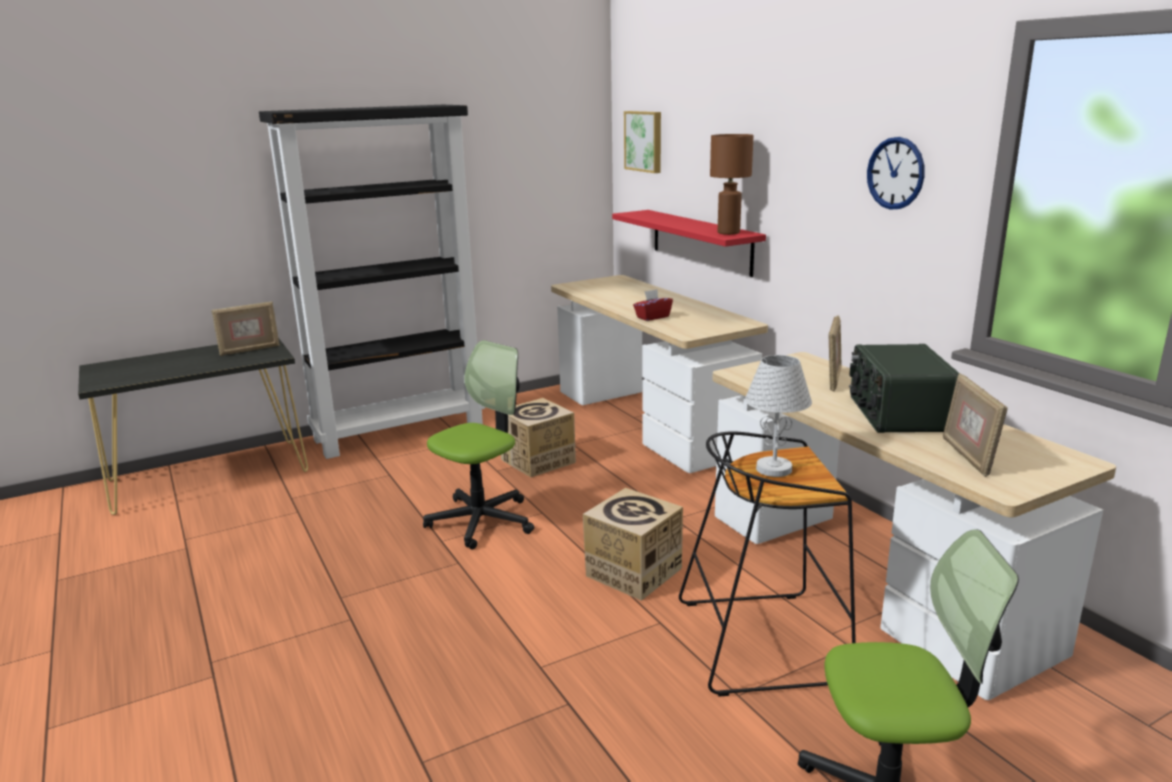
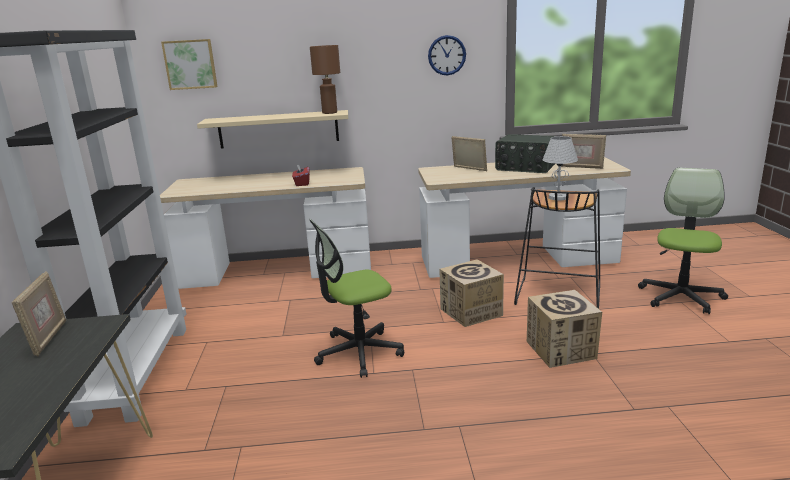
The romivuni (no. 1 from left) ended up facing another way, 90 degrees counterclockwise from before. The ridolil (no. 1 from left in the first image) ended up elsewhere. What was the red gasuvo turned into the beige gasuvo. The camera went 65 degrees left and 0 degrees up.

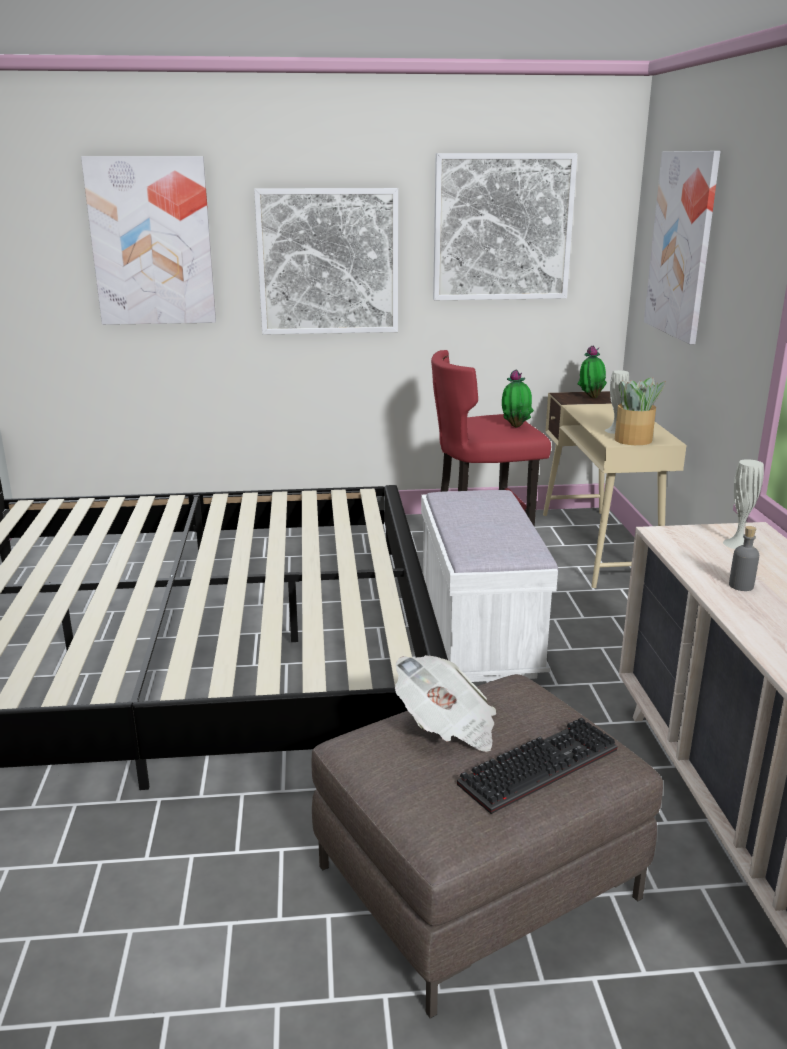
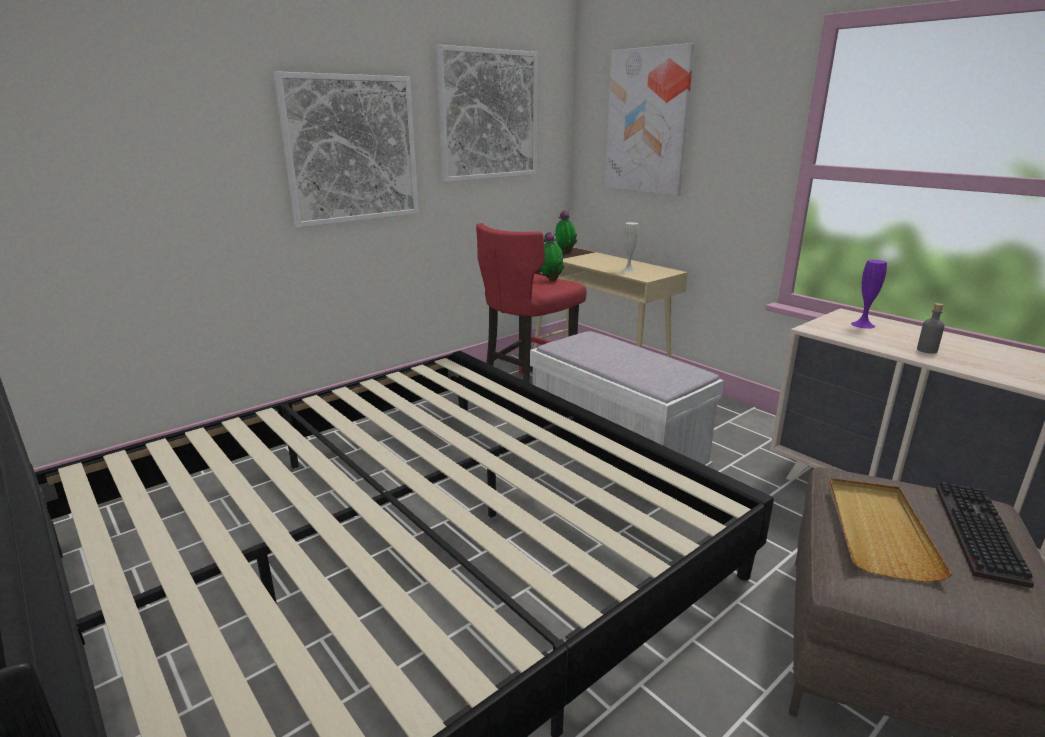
The second view lost the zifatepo (no. 1 from left). Where the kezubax stood, the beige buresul came to stand. The second view lost the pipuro (no. 3 from left). What was the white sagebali (no. 2 from left) turned into the purple sagebali. The camera went 35 degrees left and 0 degrees up.

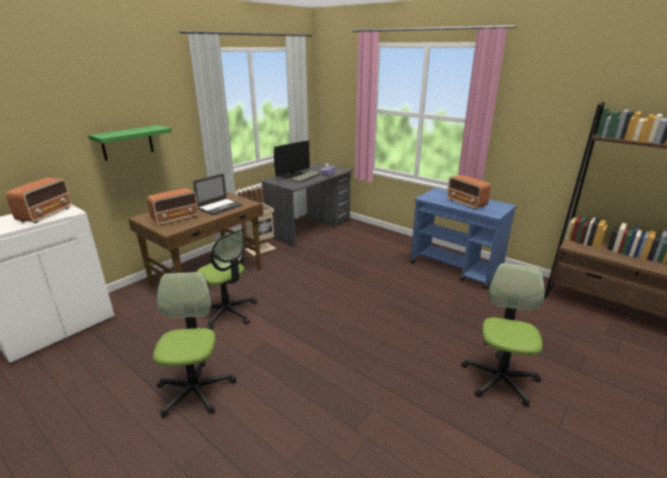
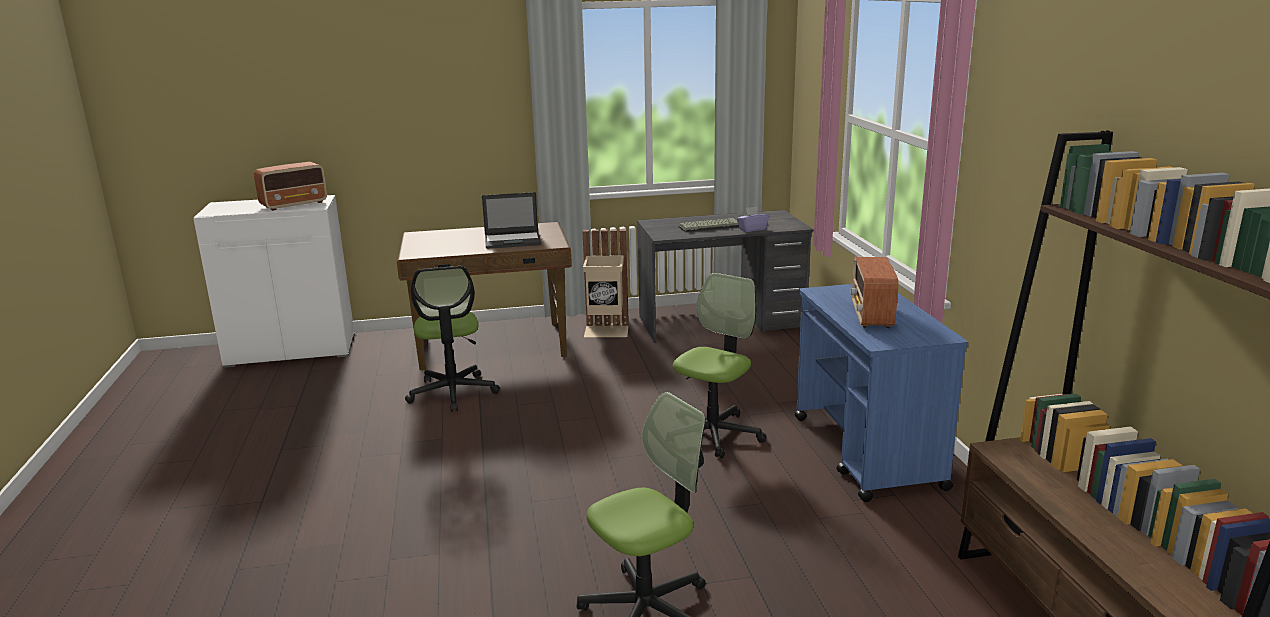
The second view lost the green gasuvo. The second view lost the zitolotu (no. 2 from left). The romivuni (no. 1 from left in the first image) ended up elsewhere. The second view lost the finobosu. The camera went 40 degrees right and 5 degrees down.

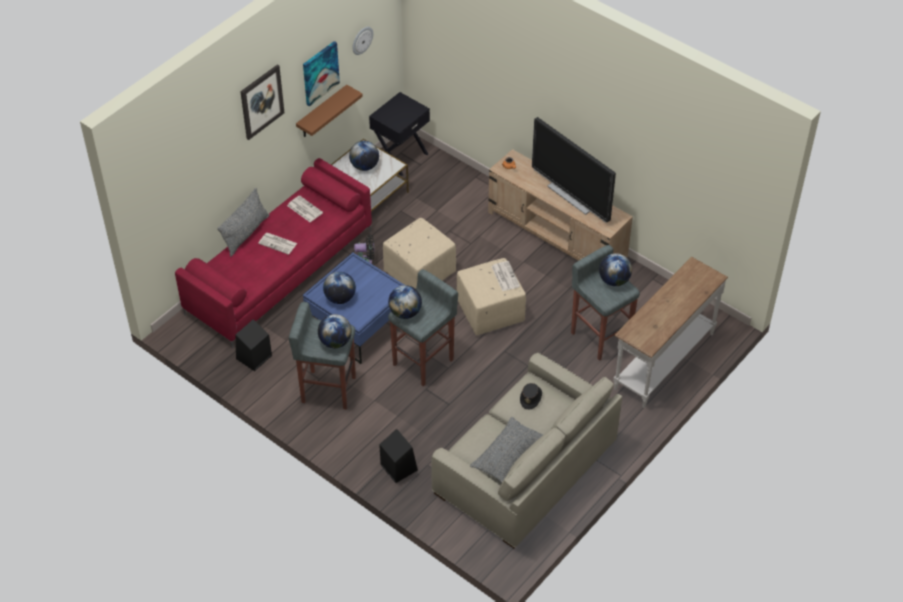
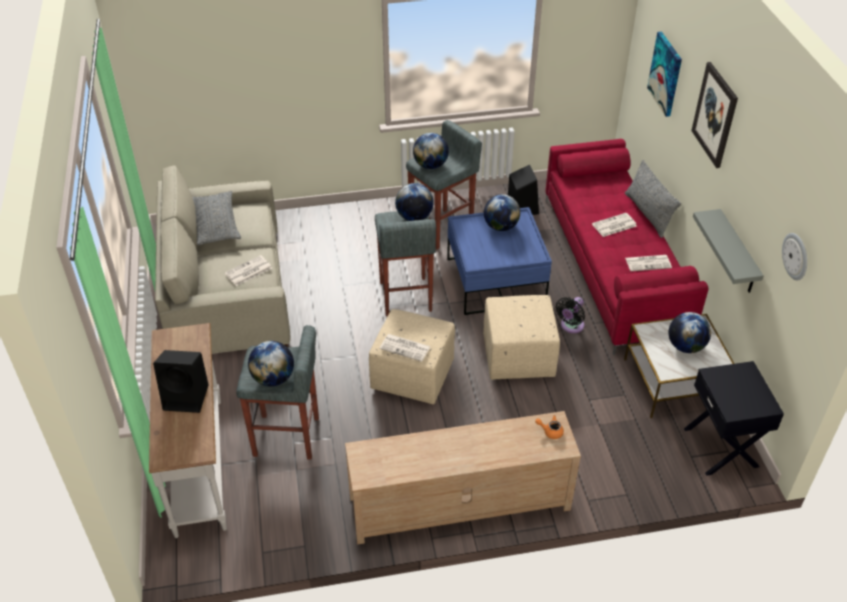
What was the brown gasuvo turned into the grey gasuvo. The zifatepo (no. 2 from left in the first image) ended up elsewhere. The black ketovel (no. 2 from left in the first image) ended up elsewhere. Where the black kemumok stood, the kezubax (no. 1 from left) came to stand. The second view lost the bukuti. The camera went 130 degrees right and 5 degrees down.

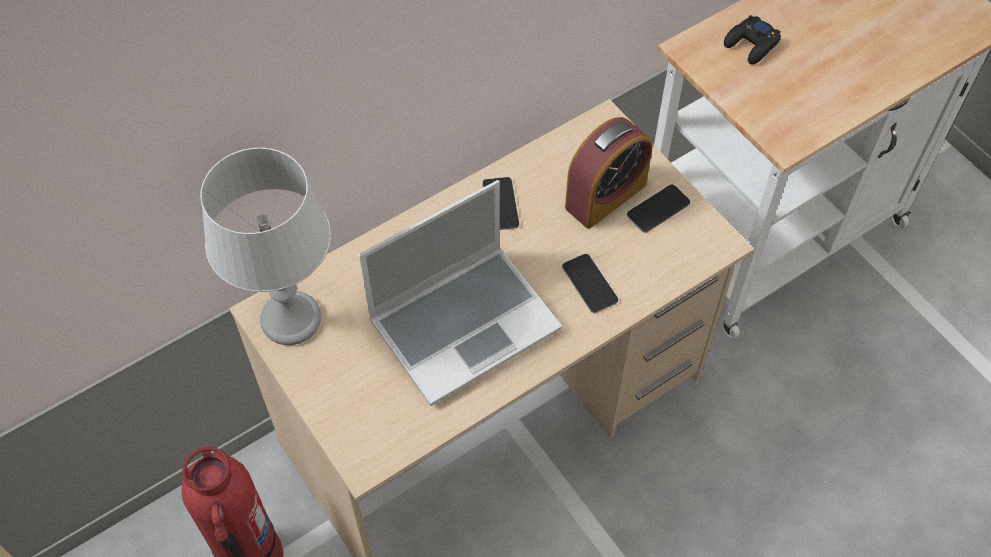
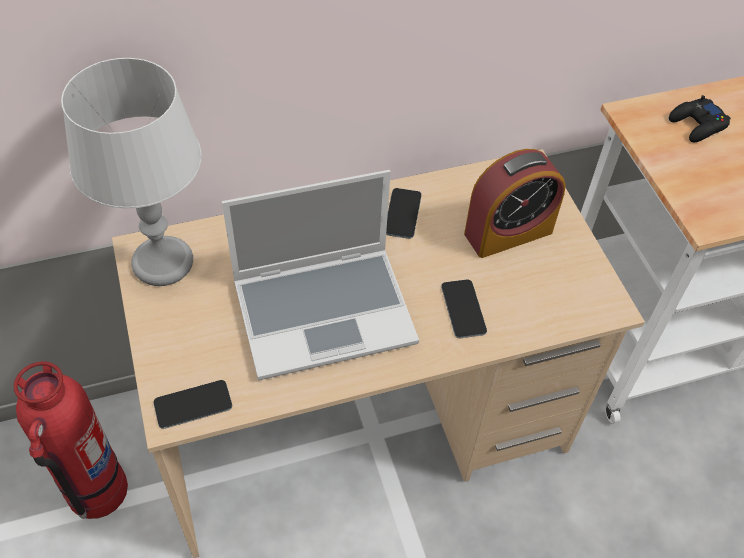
The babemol (no. 3 from left in the first image) ended up elsewhere. The camera went 15 degrees right and 5 degrees down.

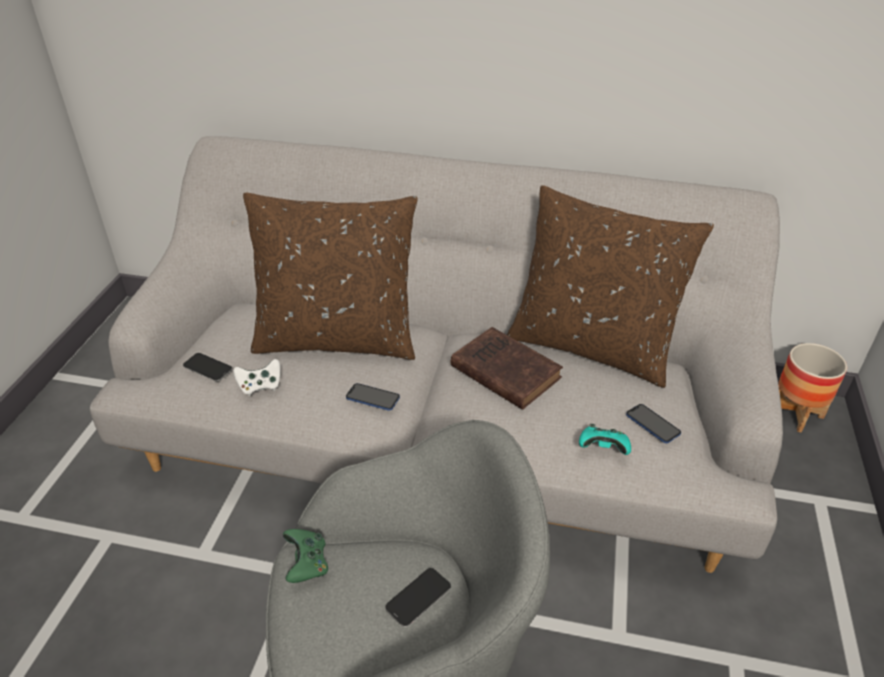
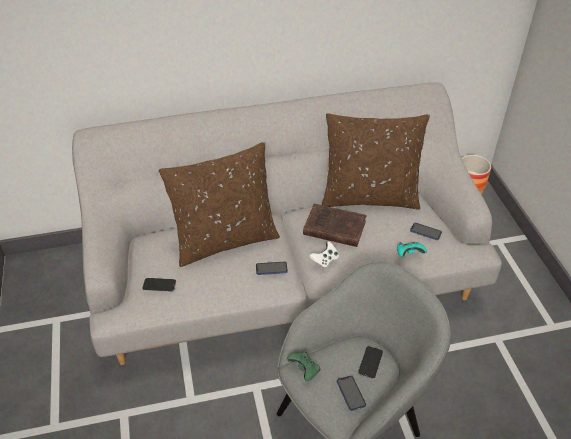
The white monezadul ended up elsewhere. The second view gained the babemol (no. 3 from left). The camera went 25 degrees left and 5 degrees up.

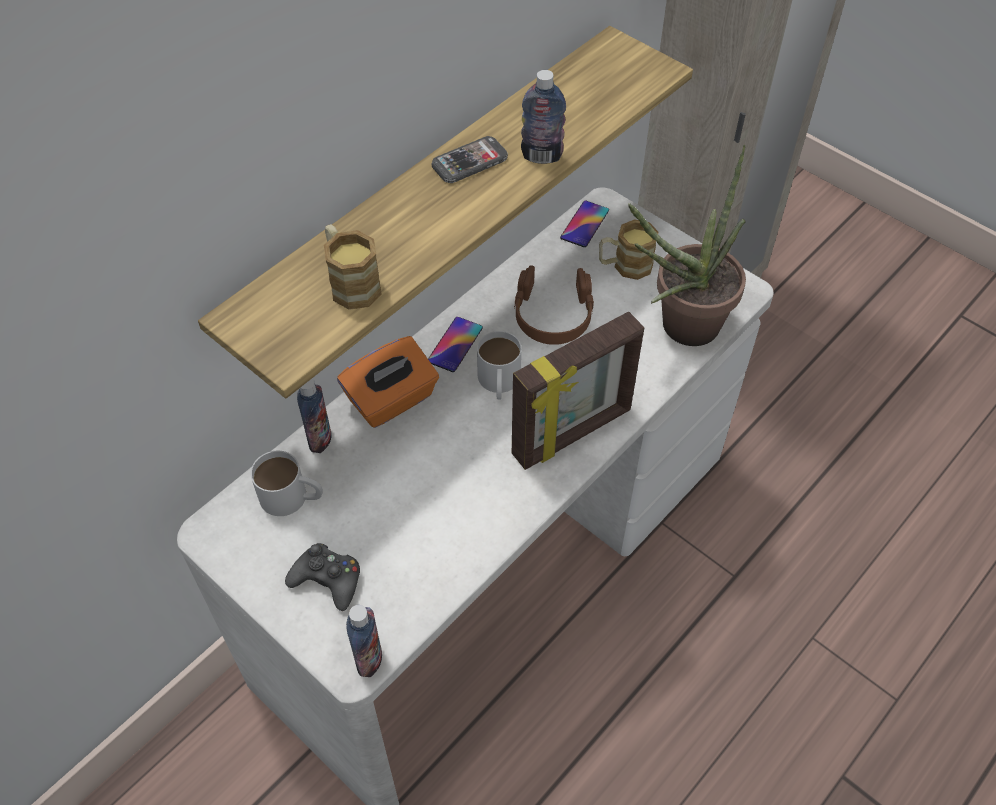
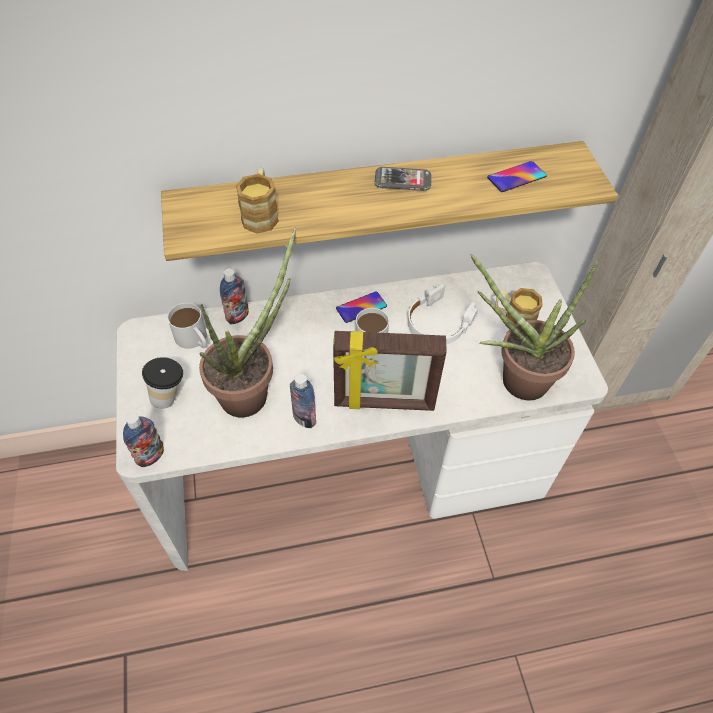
Where the black monezadul stood, the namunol came to stand. The second view lost the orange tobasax. What was the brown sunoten turned into the white sunoten. The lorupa (no. 3 from left) ended up elsewhere. The babemol (no. 3 from left) ended up elsewhere. The second view gained the pipuro (no. 1 from left). The camera went 35 degrees right and 0 degrees up.

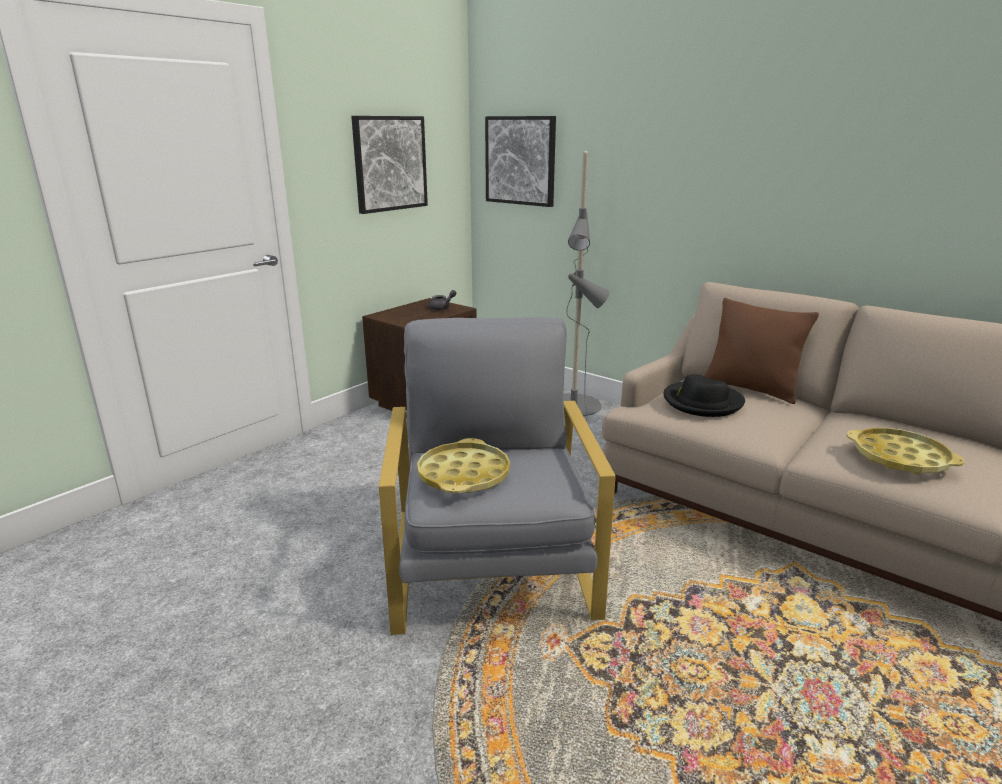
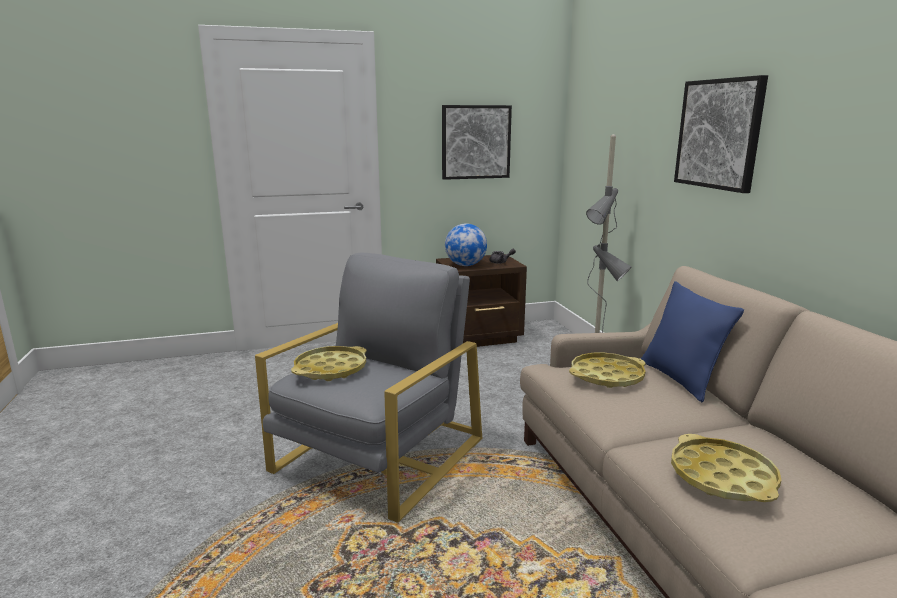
The zifatepo (no. 2 from left) ended up elsewhere. Where the black kemumok stood, the yellow buresul (no. 2 from left) came to stand. What was the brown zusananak turned into the blue zusananak. The second view gained the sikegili. The camera went 35 degrees right and 5 degrees down.

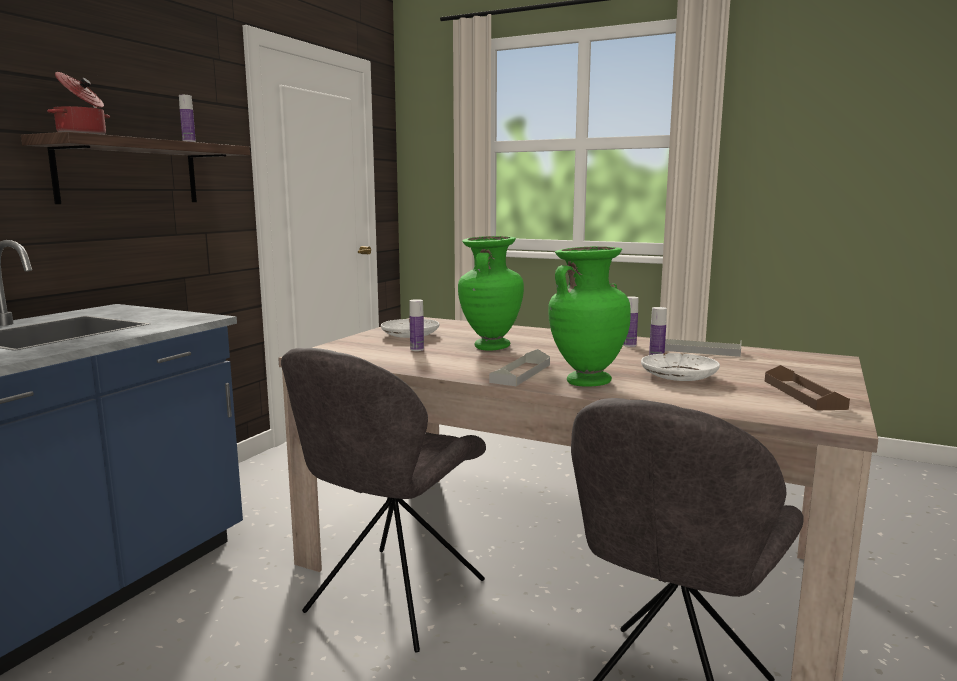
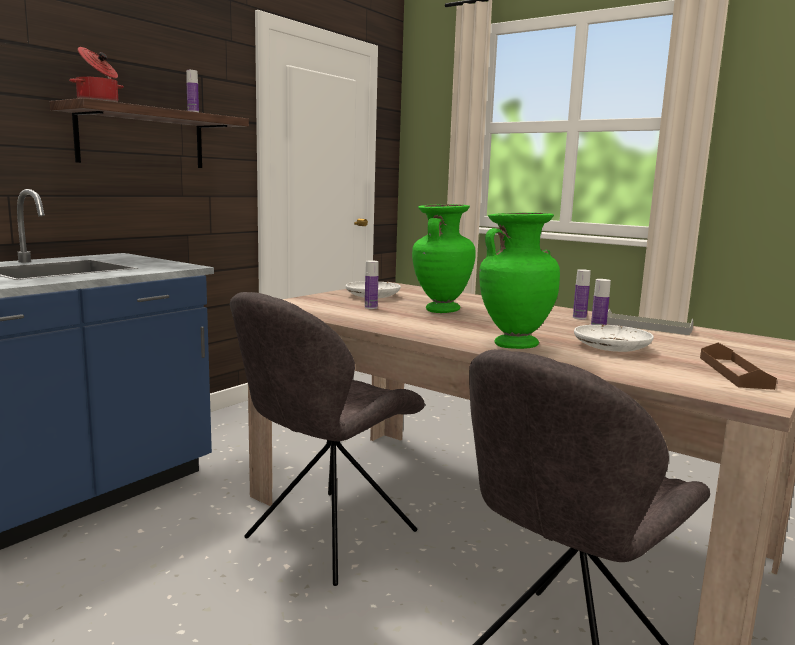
The second view lost the grey buresul (no. 1 from left). The camera went 10 degrees right and 0 degrees up.

